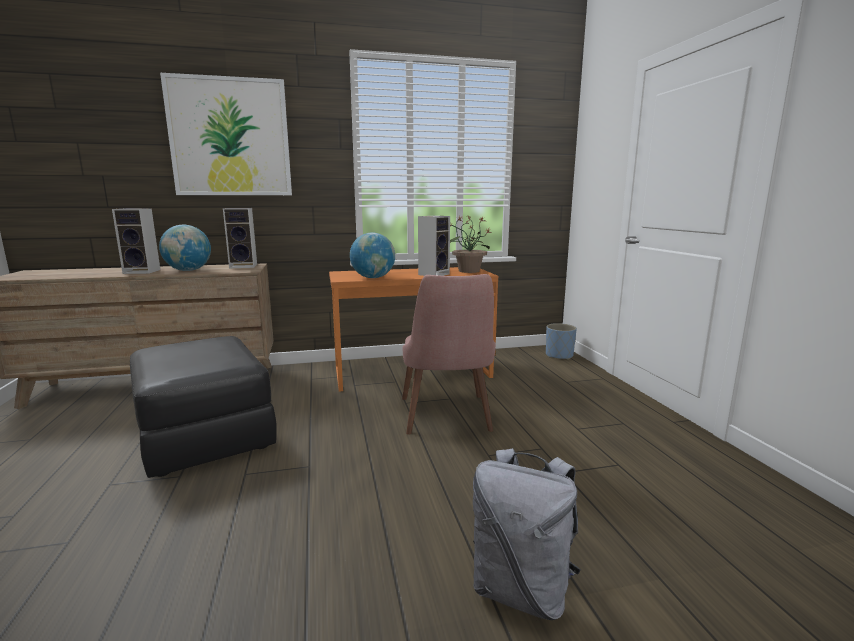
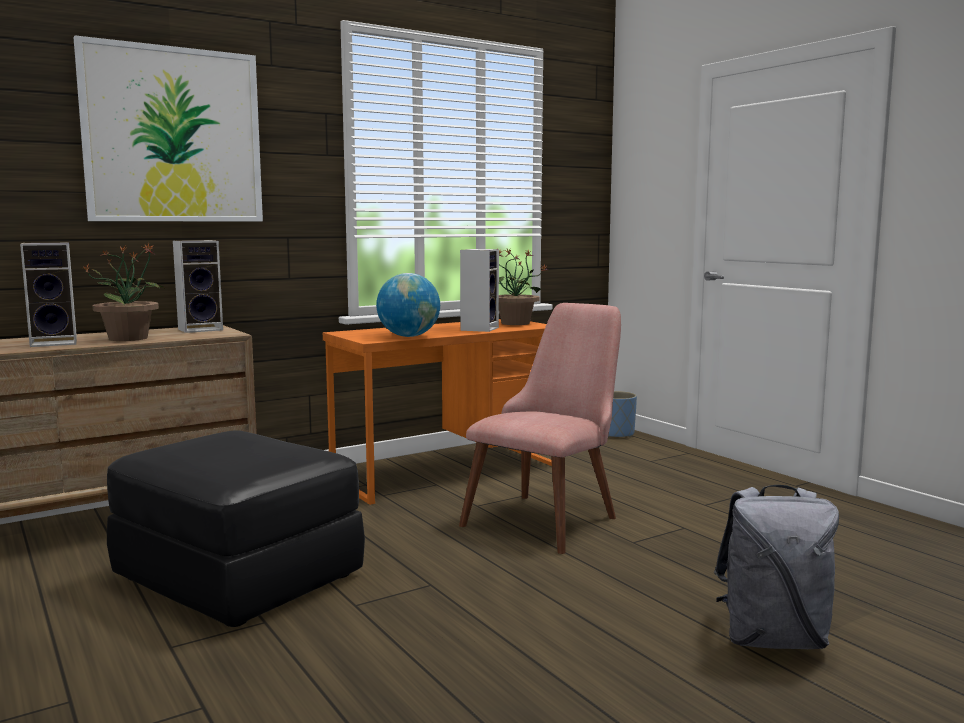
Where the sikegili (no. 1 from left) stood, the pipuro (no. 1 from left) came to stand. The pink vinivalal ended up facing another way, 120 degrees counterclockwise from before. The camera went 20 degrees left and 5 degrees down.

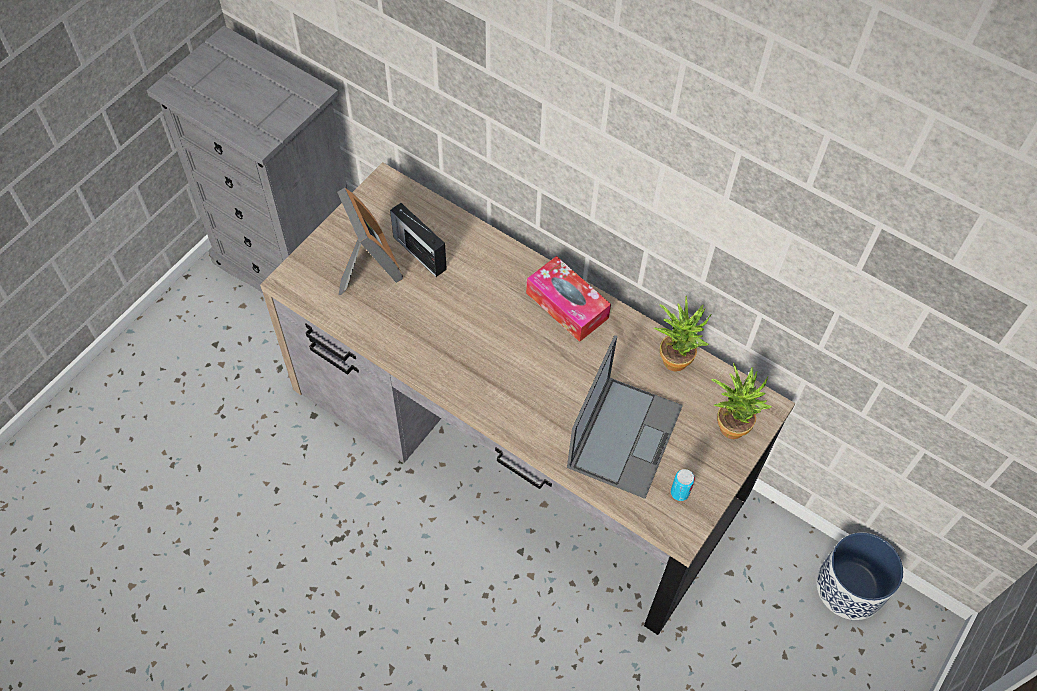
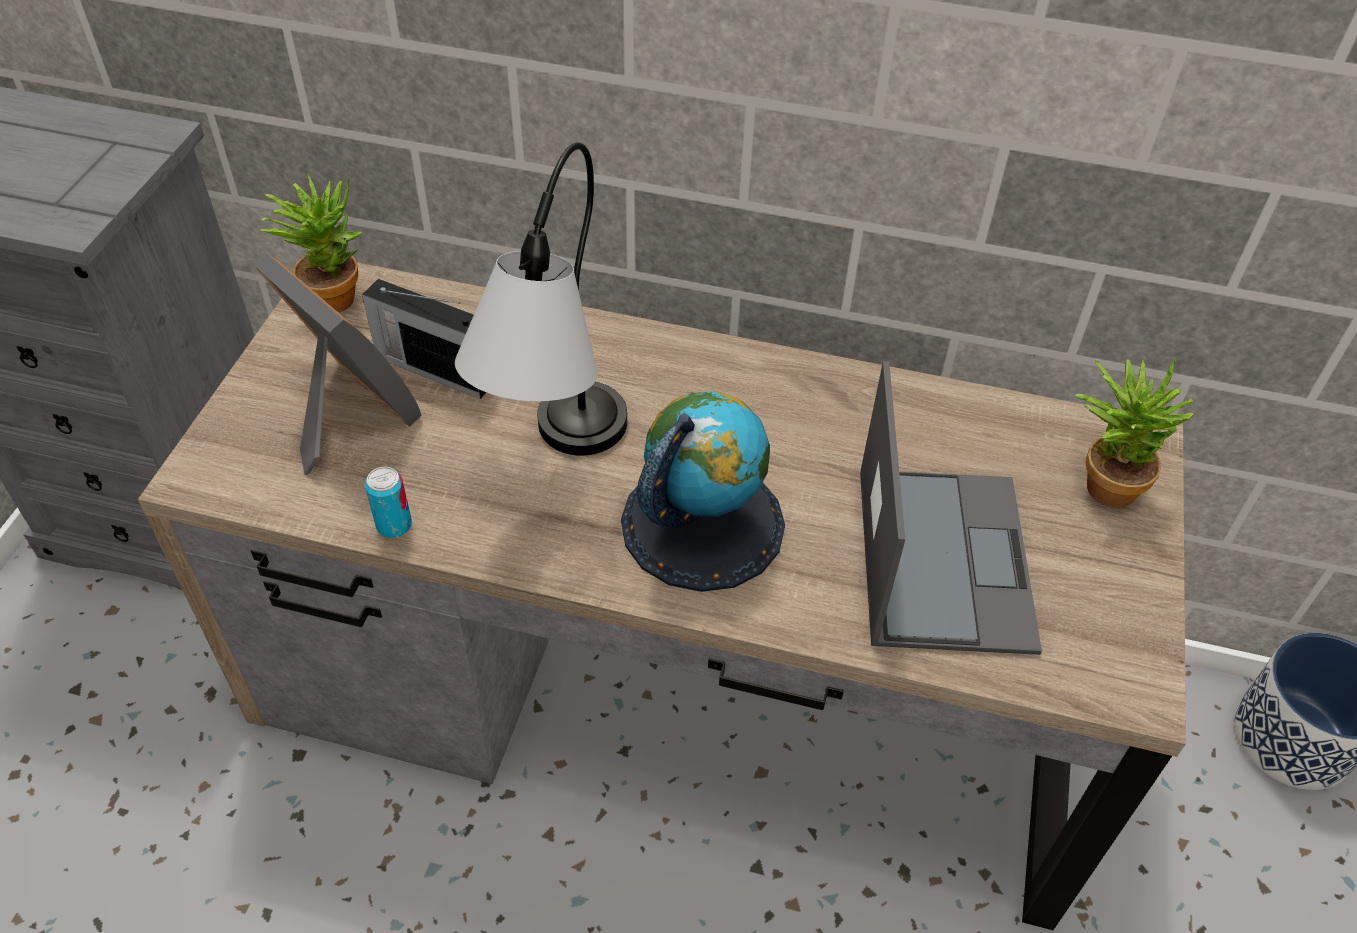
The second view lost the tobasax. The pipuro (no. 1 from left) ended up elsewhere. The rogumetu ended up elsewhere. The second view gained the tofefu. The second view gained the sikegili. The camera went 20 degrees left and 10 degrees down.

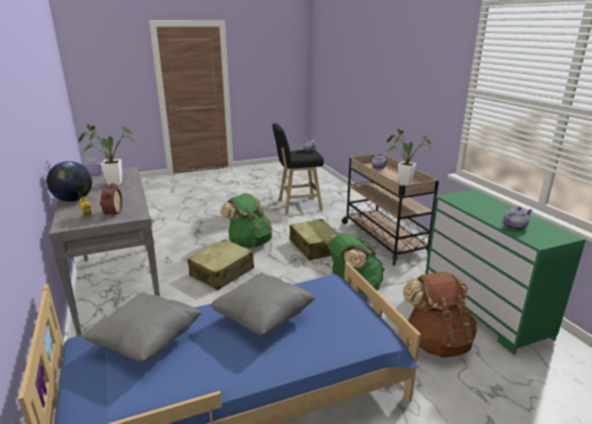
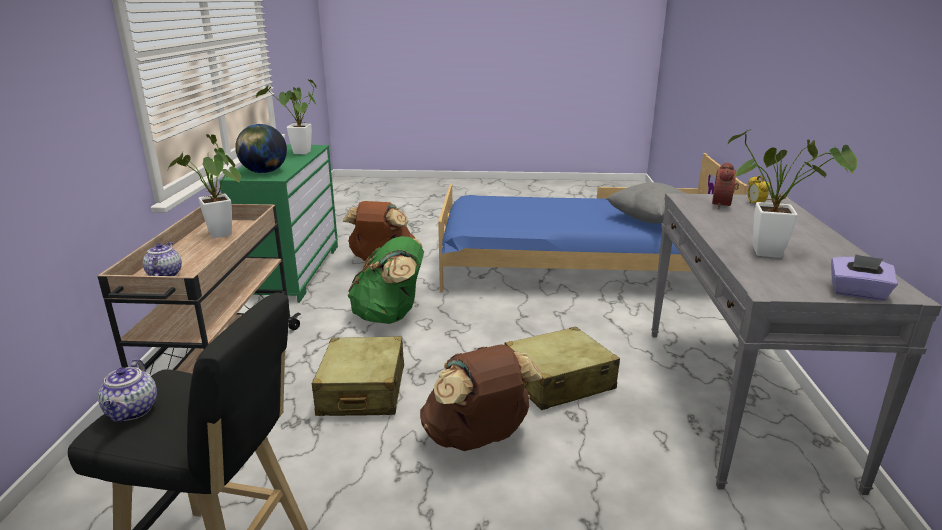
The sikegili ended up elsewhere. The second view lost the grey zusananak (no. 2 from left). What was the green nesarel (no. 1 from left) turned into the brown nesarel (no. 2 from left). Where the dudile (no. 3 from left) stood, the pipuro (no. 2 from left) came to stand. The camera went 155 degrees left and 0 degrees up.

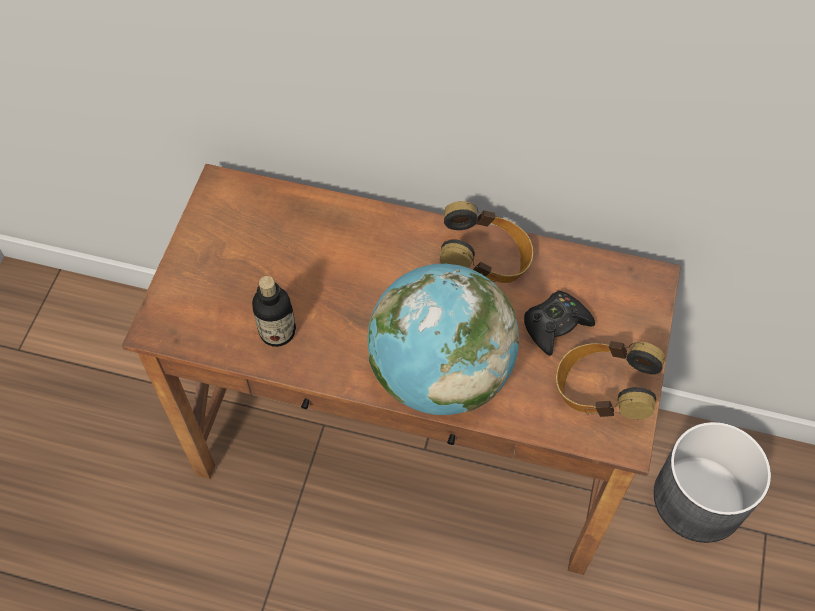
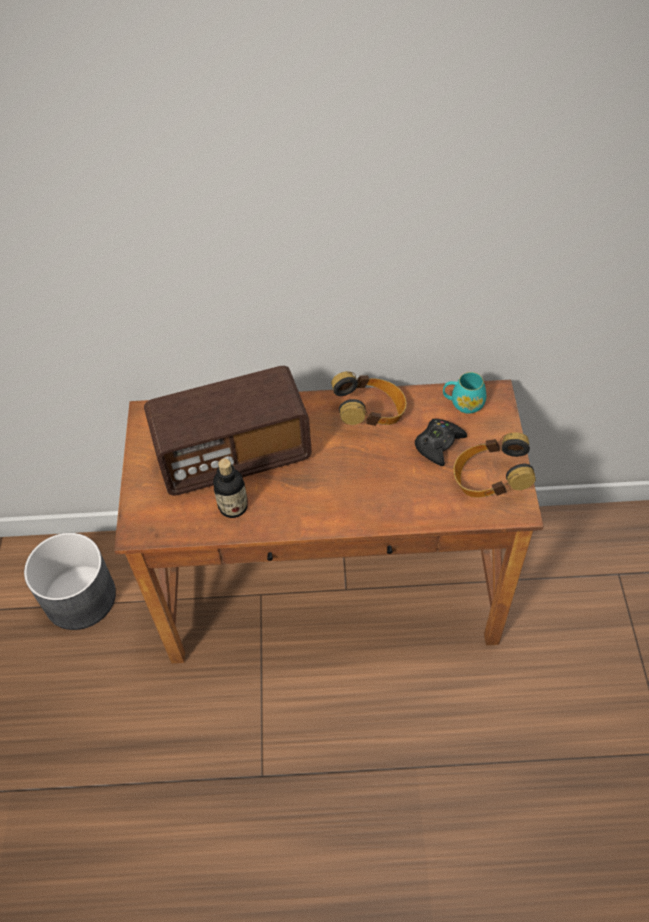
The second view lost the sikegili. The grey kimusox ended up elsewhere. The second view gained the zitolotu. The second view gained the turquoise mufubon. The camera went 15 degrees left and 5 degrees down.

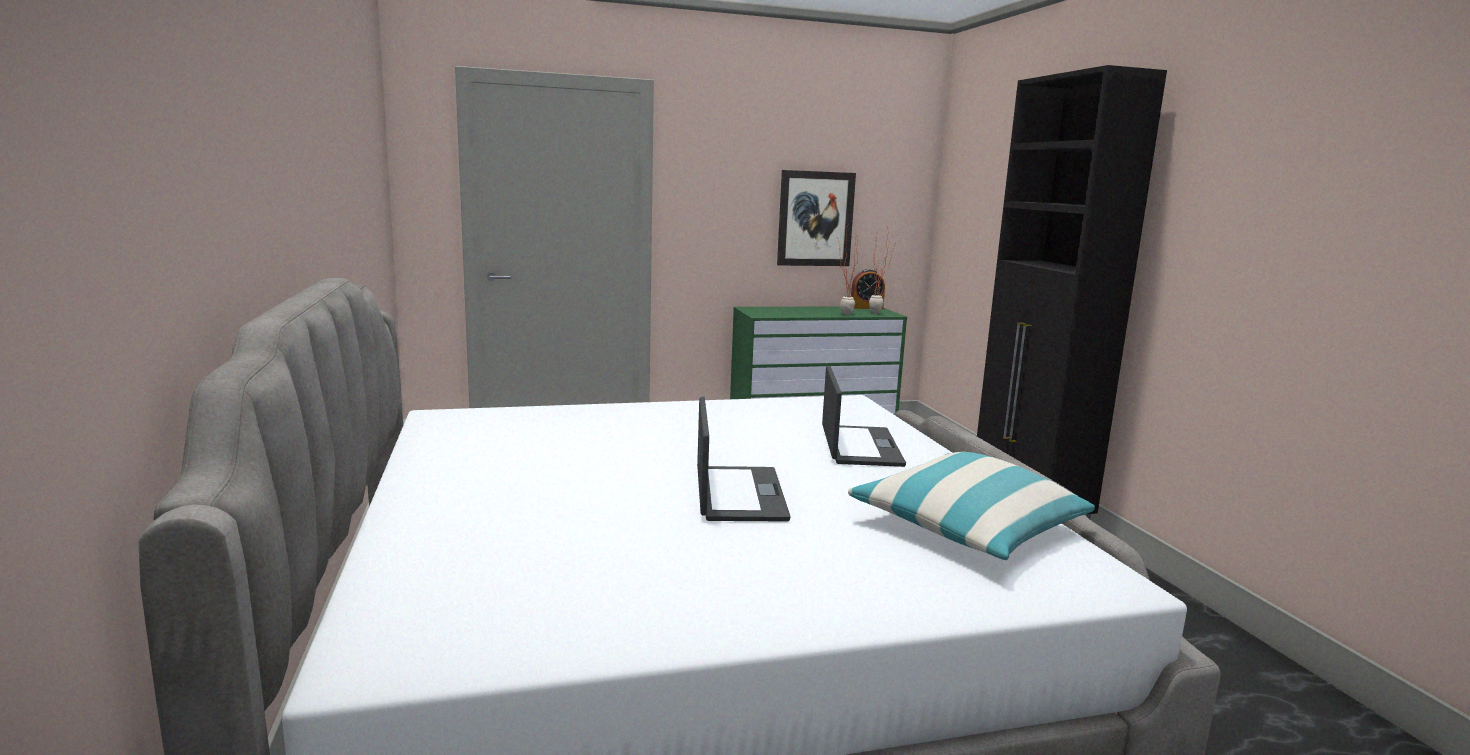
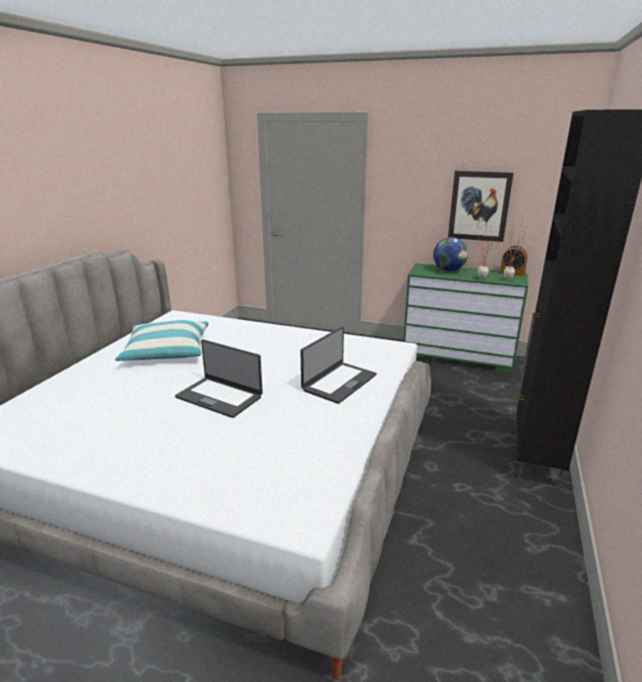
The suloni (no. 1 from left) ended up facing another way, 90 degrees clockwise from before. The zusananak ended up elsewhere. The second view gained the sikegili. The camera went 35 degrees right and 10 degrees up.

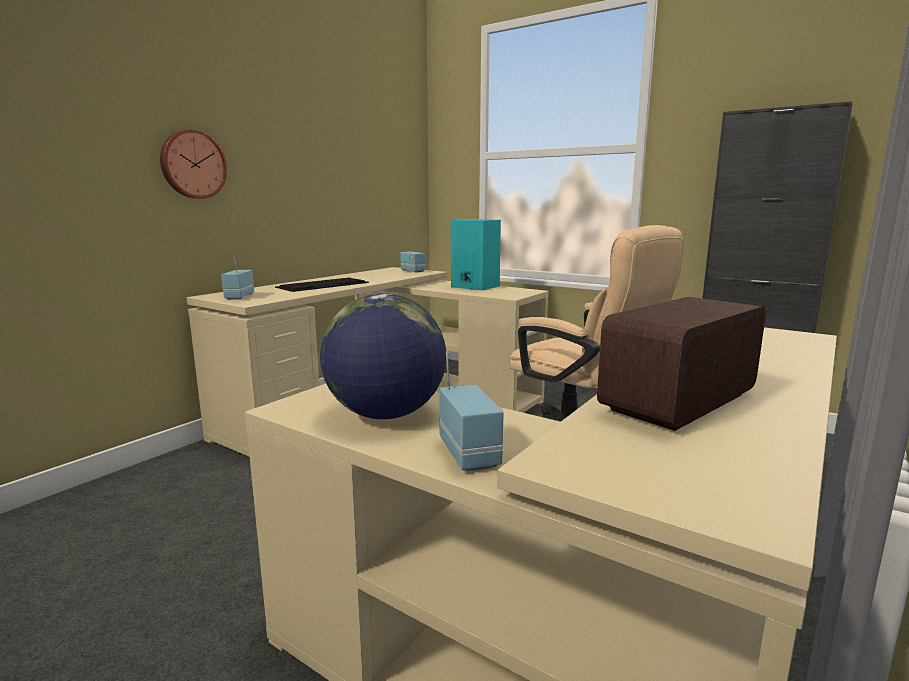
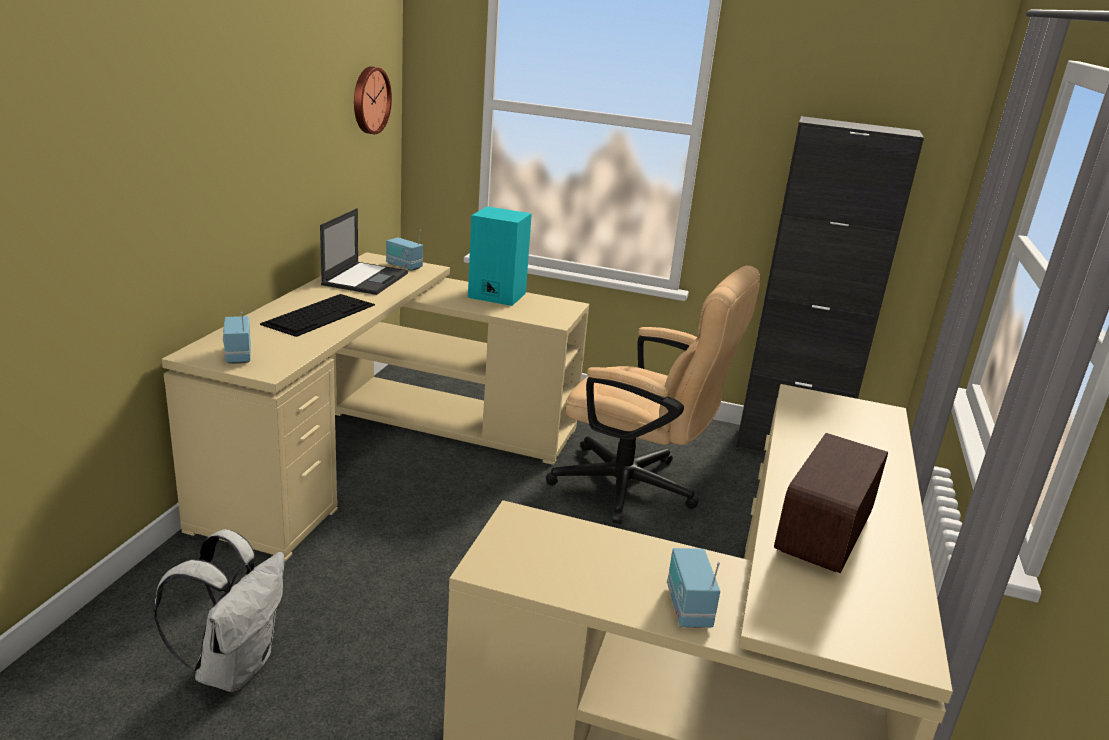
The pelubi ended up elsewhere. The second view lost the sikegili. The zitolotu (no. 3 from left) ended up facing another way, 150 degrees counterclockwise from before. The second view gained the white nesarel. The second view gained the suloni. The camera went 20 degrees left and 10 degrees up.

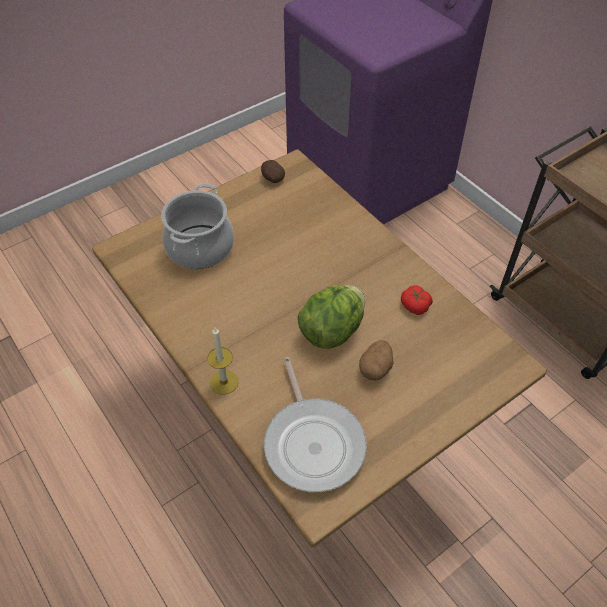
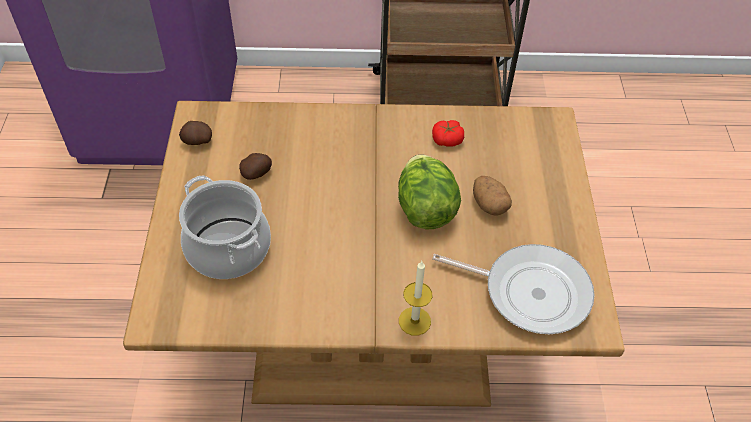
The second view gained the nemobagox (no. 2 from left). The camera went 55 degrees left and 0 degrees up.

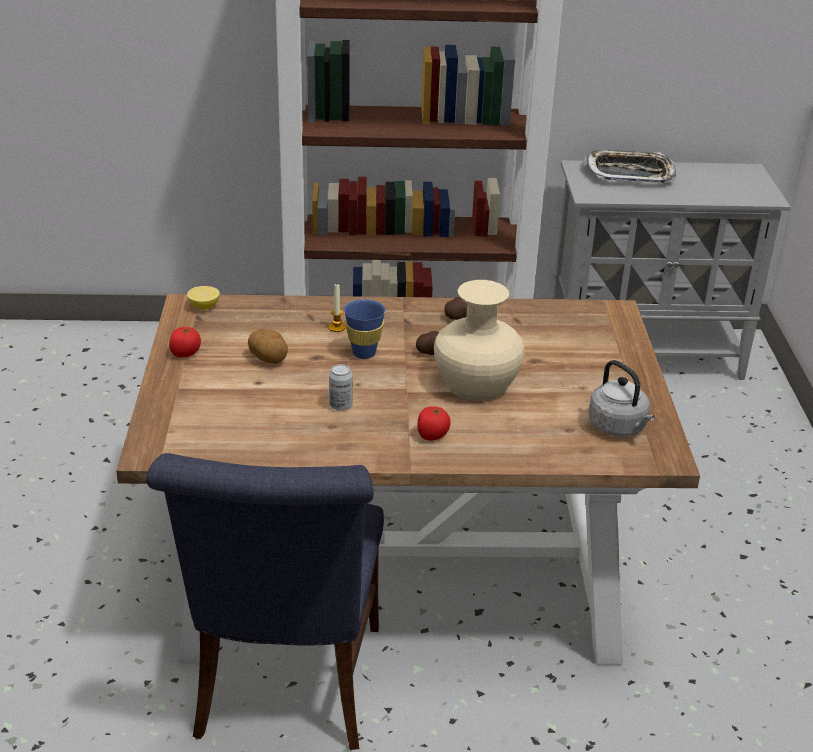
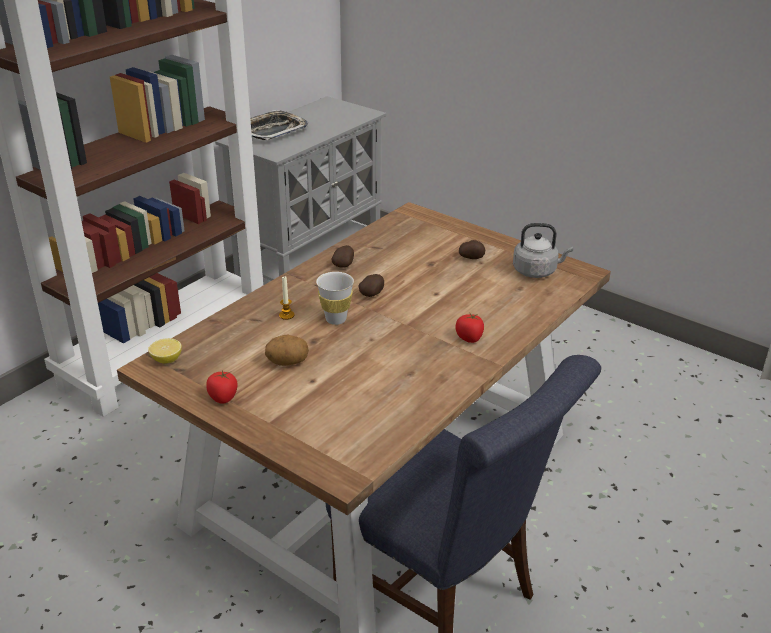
The second view lost the rogumetu. What was the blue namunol turned into the white namunol. The second view lost the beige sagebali. The second view gained the nemobagox (no. 4 from left). The camera went 50 degrees left and 0 degrees up.

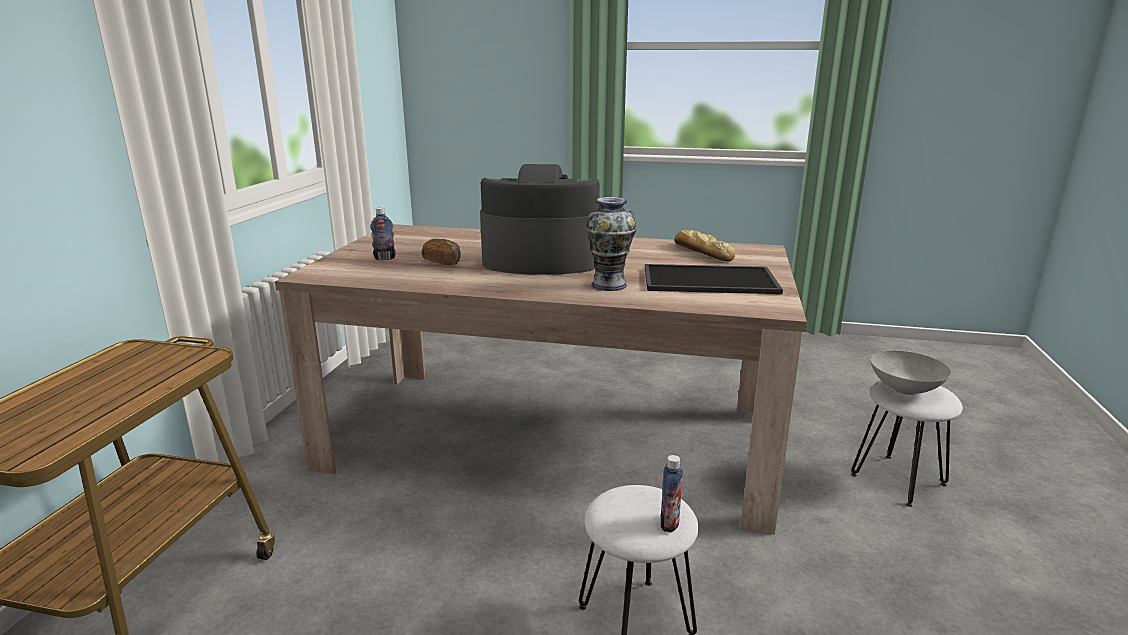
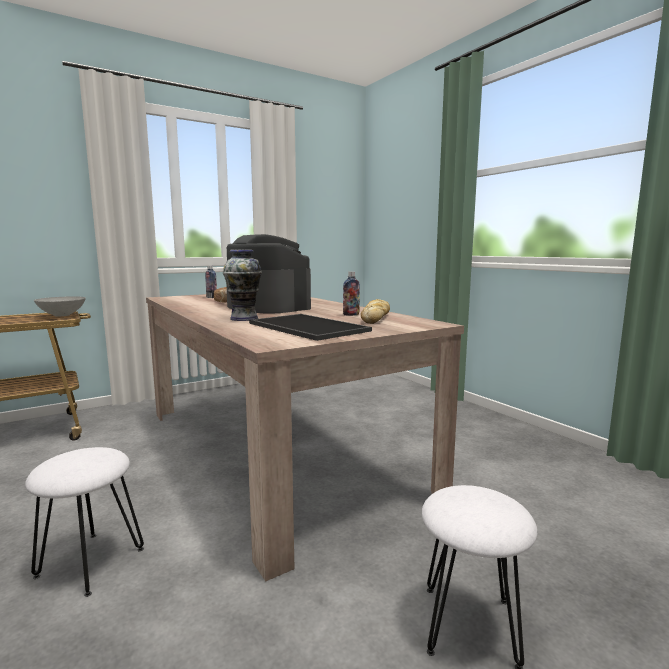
The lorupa (no. 2 from left) ended up elsewhere. The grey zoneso ended up elsewhere. The camera went 45 degrees right and 10 degrees down.

